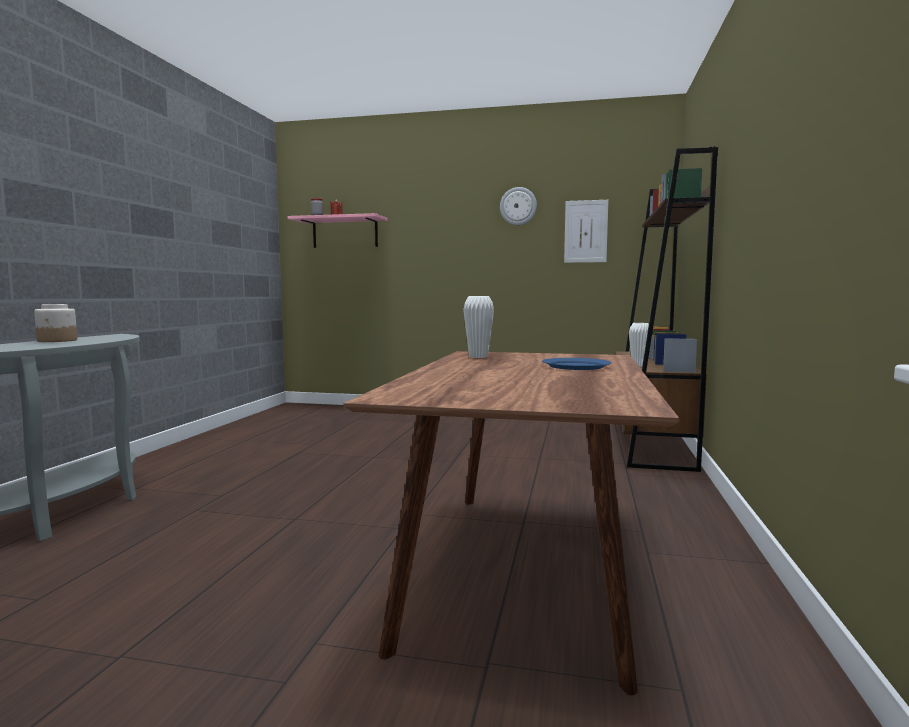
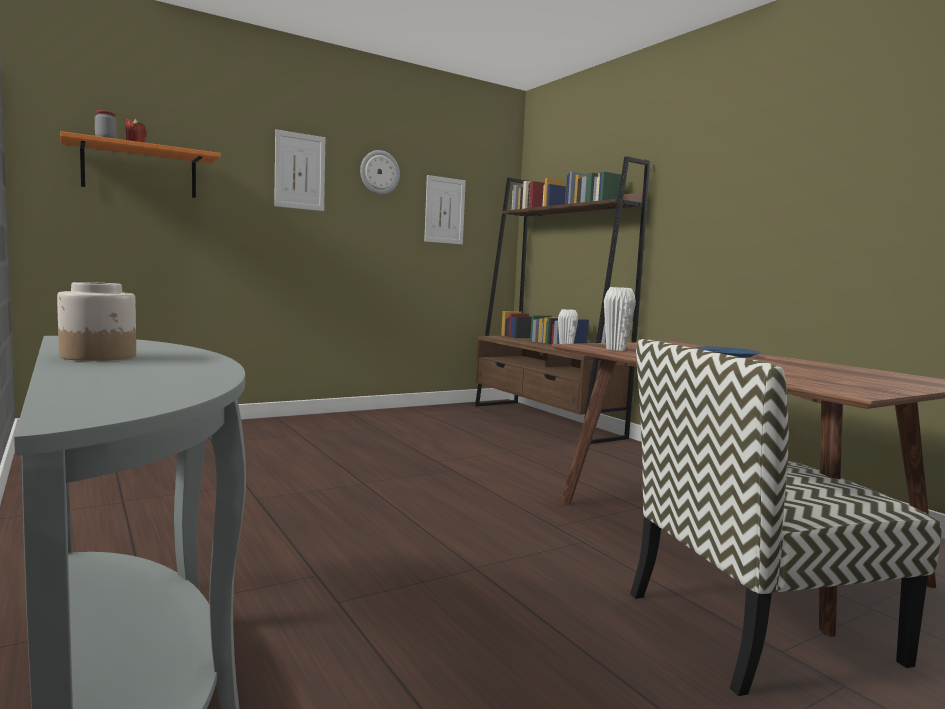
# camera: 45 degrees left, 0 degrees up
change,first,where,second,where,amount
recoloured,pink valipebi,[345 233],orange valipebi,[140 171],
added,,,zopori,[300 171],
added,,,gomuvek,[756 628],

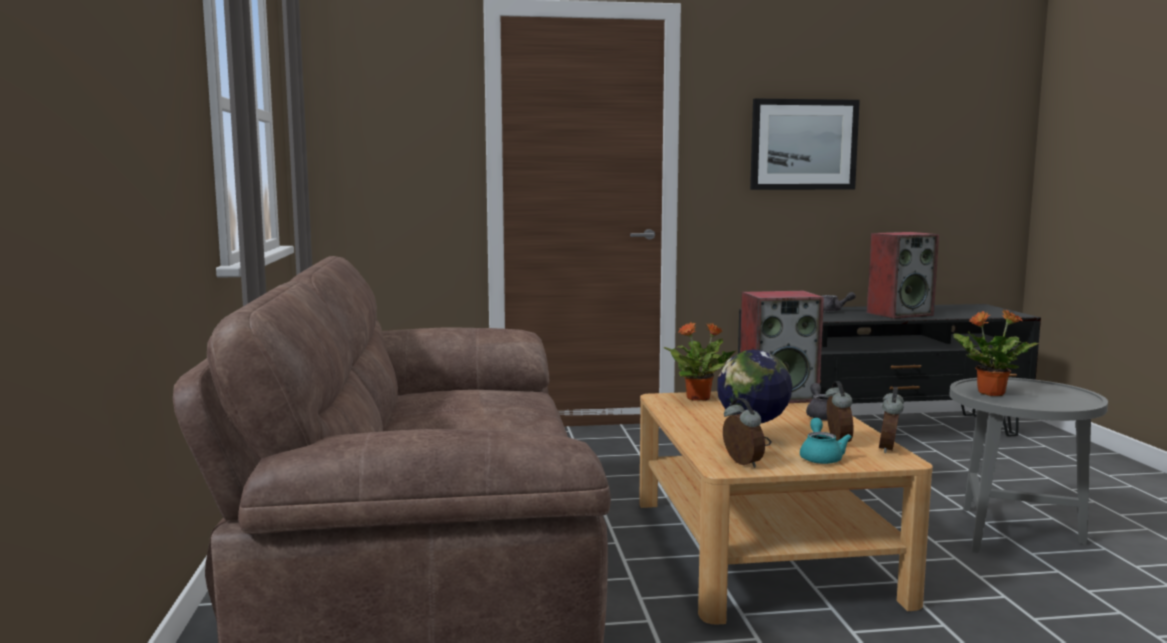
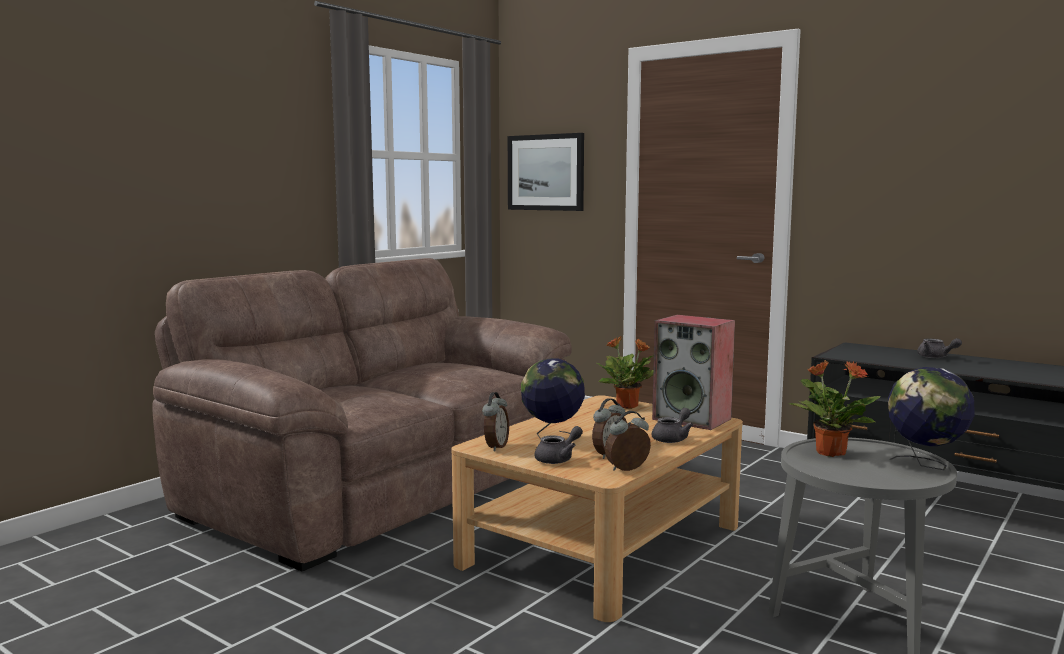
# camera: 45 degrees right, 0 degrees up
change,first,where,second,where,amount
moved,zopori,[803 144],,[546 172],
recoloured,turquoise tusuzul,[821 457],grey tusuzul,[558 459],
added,,,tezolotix,[925 465],
removed,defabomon,[900 314],,,

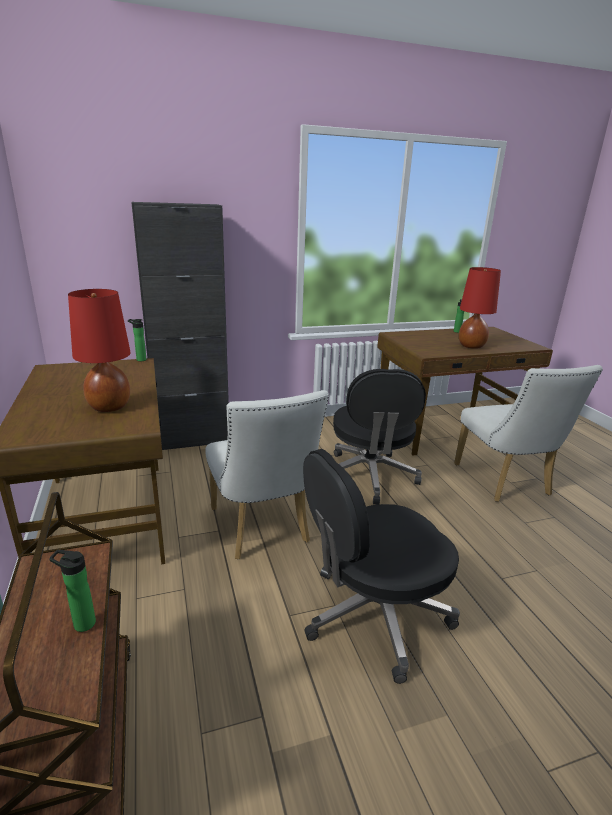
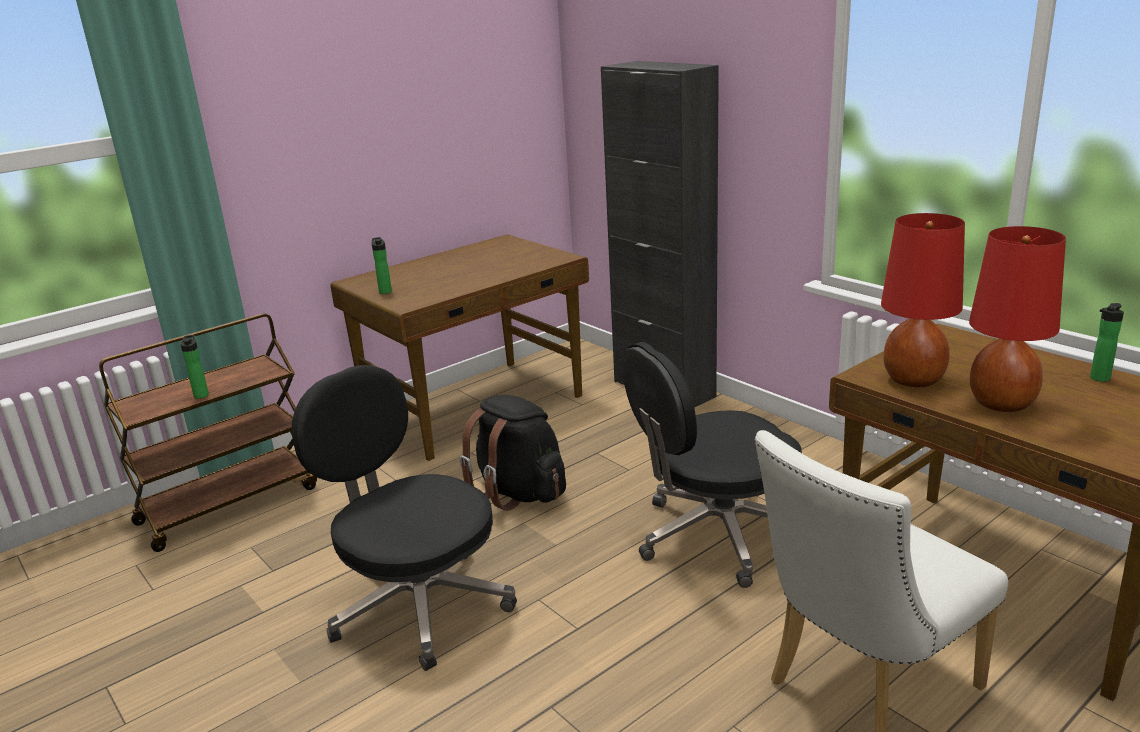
# camera: 70 degrees right, 0 degrees up
change,first,where,second,where,amount
moved,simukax,[139 360],,[385 291],
replaced,white gomuvek,[262 529],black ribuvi,[519 492],
moved,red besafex,[110 407],,[914 380],

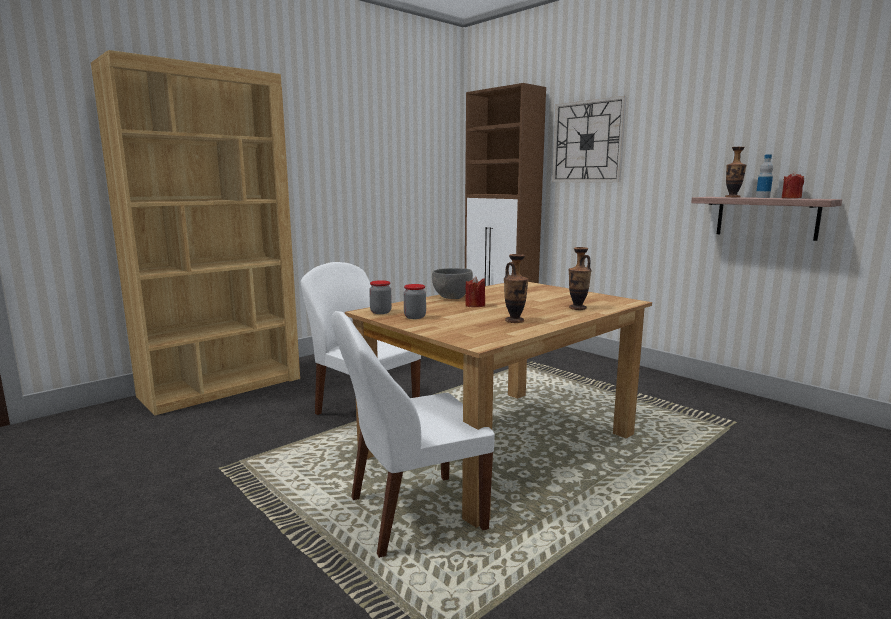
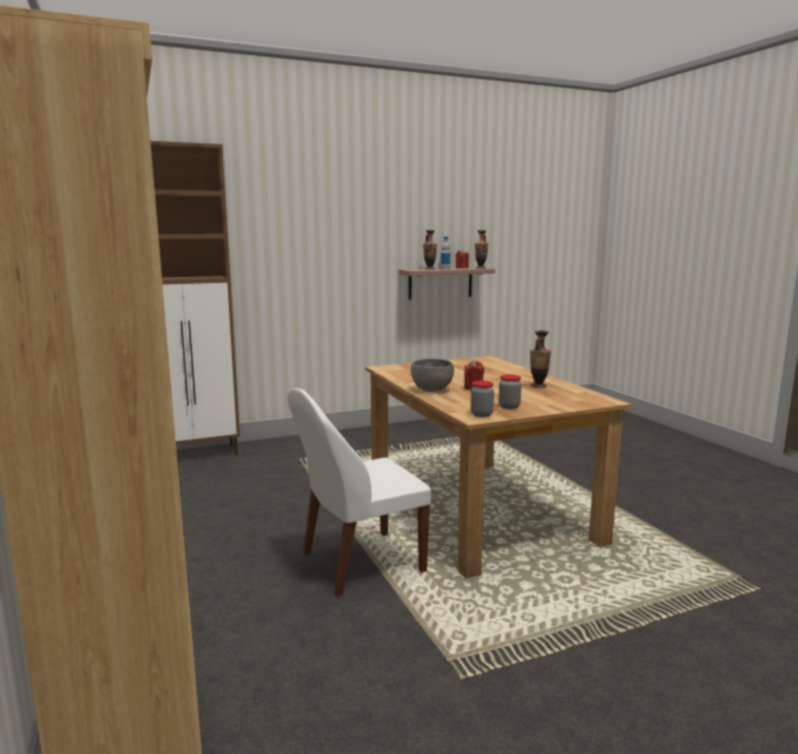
# camera: 70 degrees left, 0 degrees up
change,first,where,second,where,amount
moved,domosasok,[577 308],,[480 268],
removed,white gomuvek,[412 513],,,
removed,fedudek,[587 142],,,

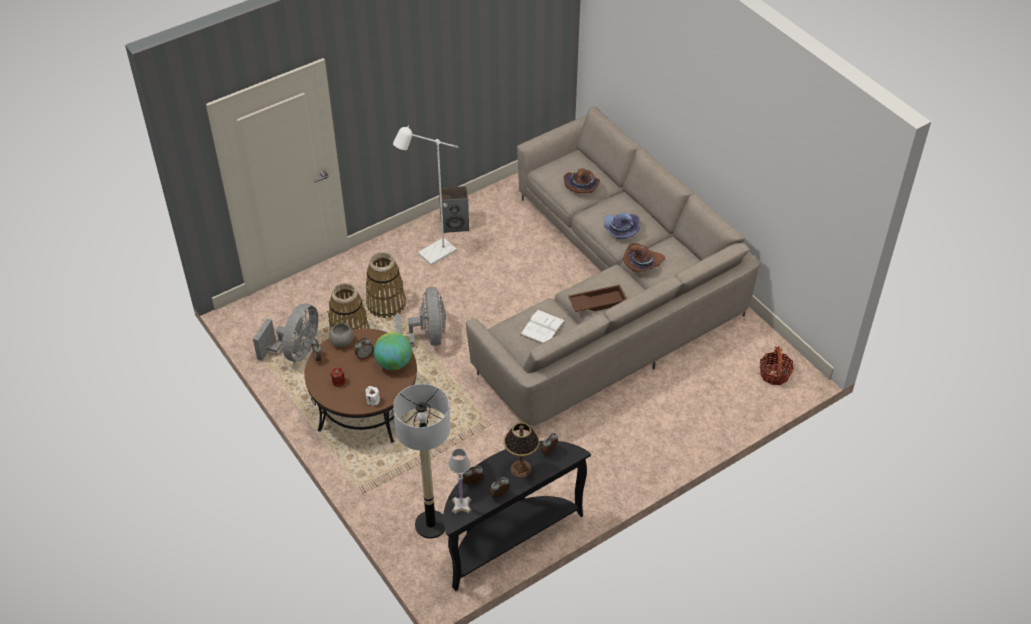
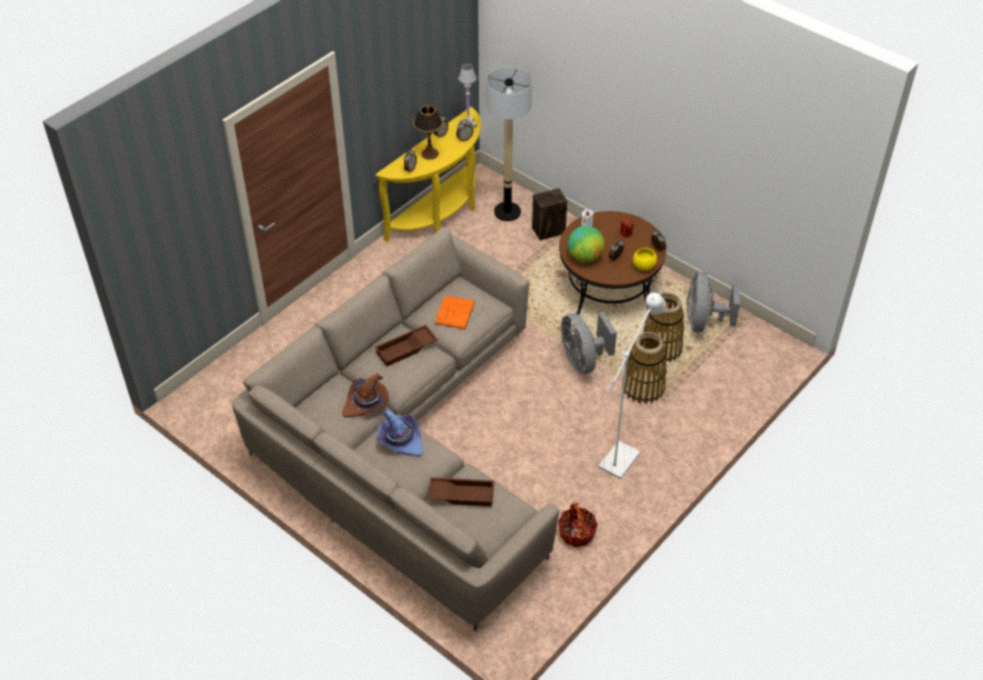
# camera: 165 degrees right, 0 degrees up
change,first,where,second,where,amount
recoloured,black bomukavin,[508 538],yellow bomukavin,[441 215],
replaced,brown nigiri,[582 186],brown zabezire,[462 494],
recoloured,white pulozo,[543 327],orange pulozo,[455 312],
moved,defabomon,[455 225],,[548 231],
moved,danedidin,[774 374],,[576 533],
recoloured,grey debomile,[341 341],yellow debomile,[644 266],

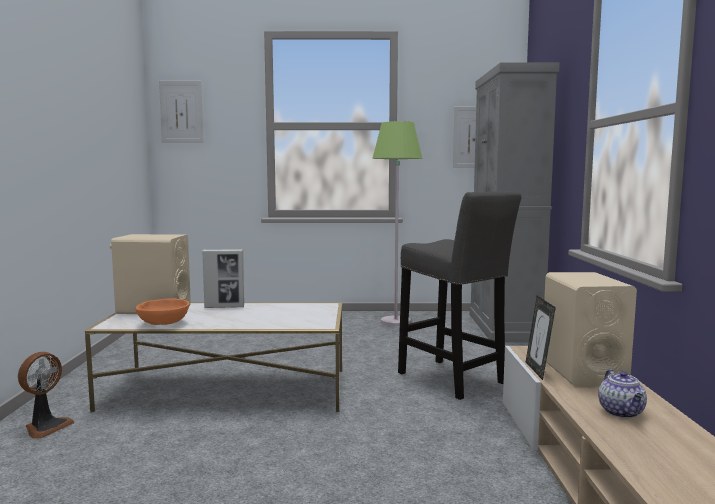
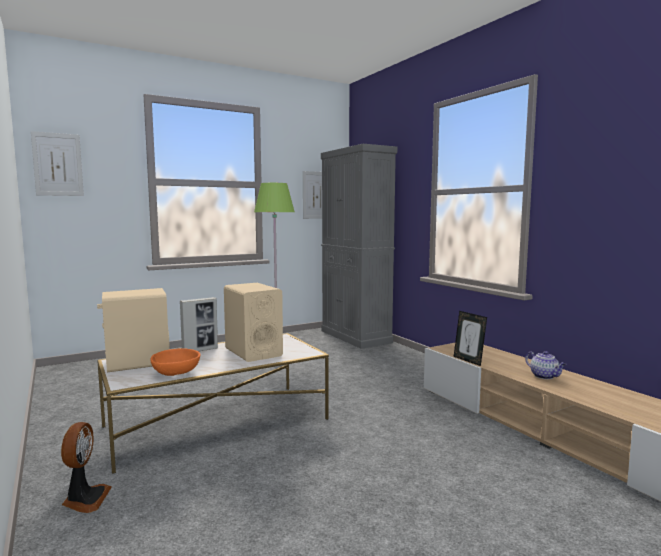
# camera: 30 degrees left, 0 degrees up
change,first,where,second,where,amount
moved,beige defabomon,[582 372],,[253 352],
removed,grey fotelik,[454 380],,,

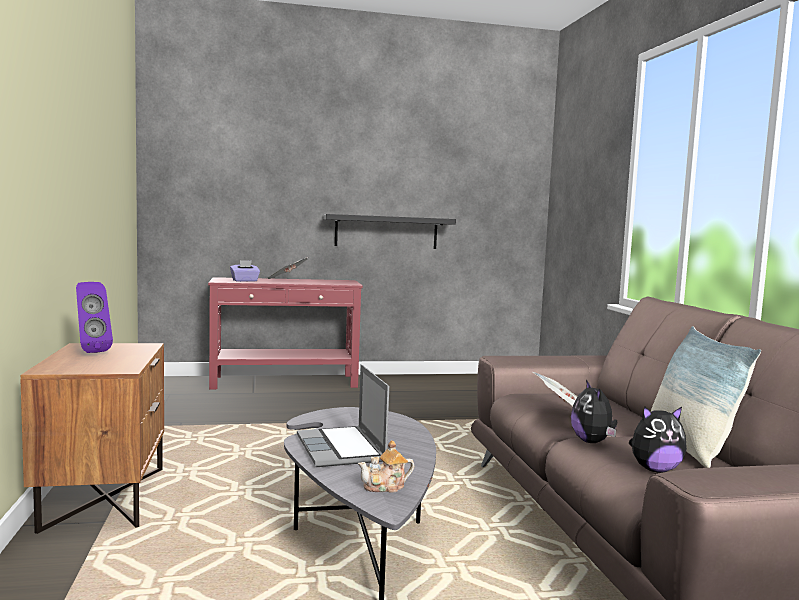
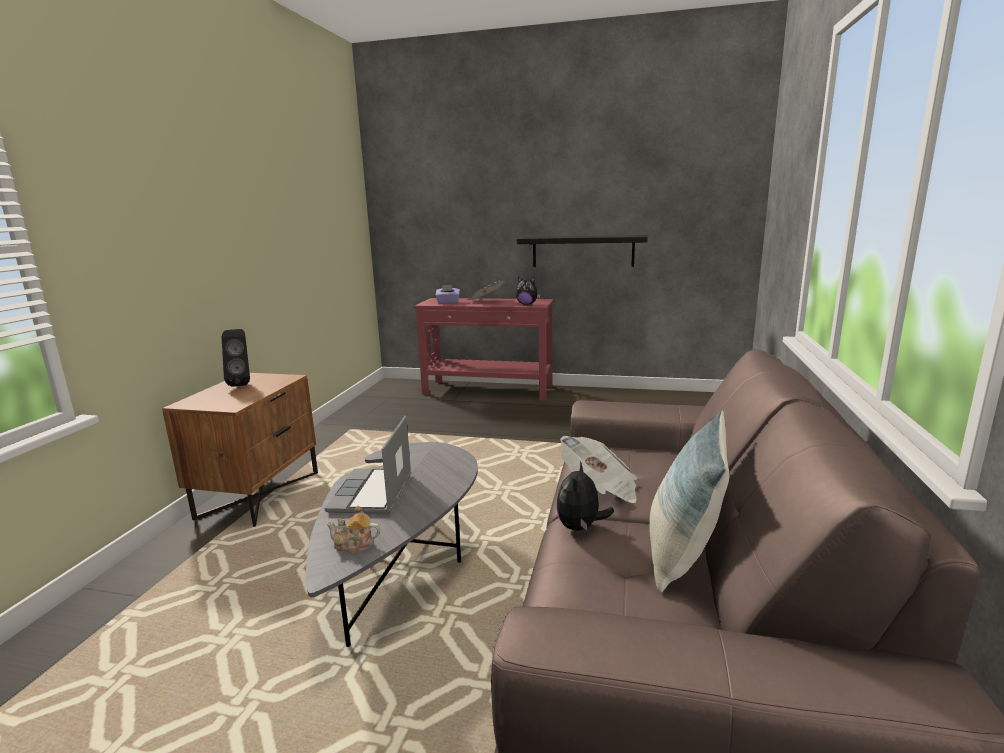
# camera: 25 degrees right, 10 degrees up
change,first,where,second,where,amount
recoloured,purple defabomon,[91 351],black defabomon,[242 383],
moved,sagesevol,[655 469],,[527 304],

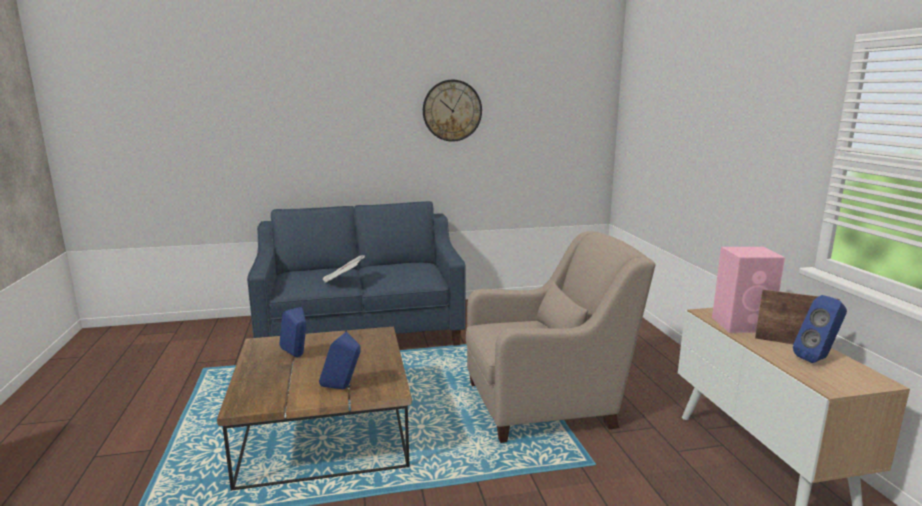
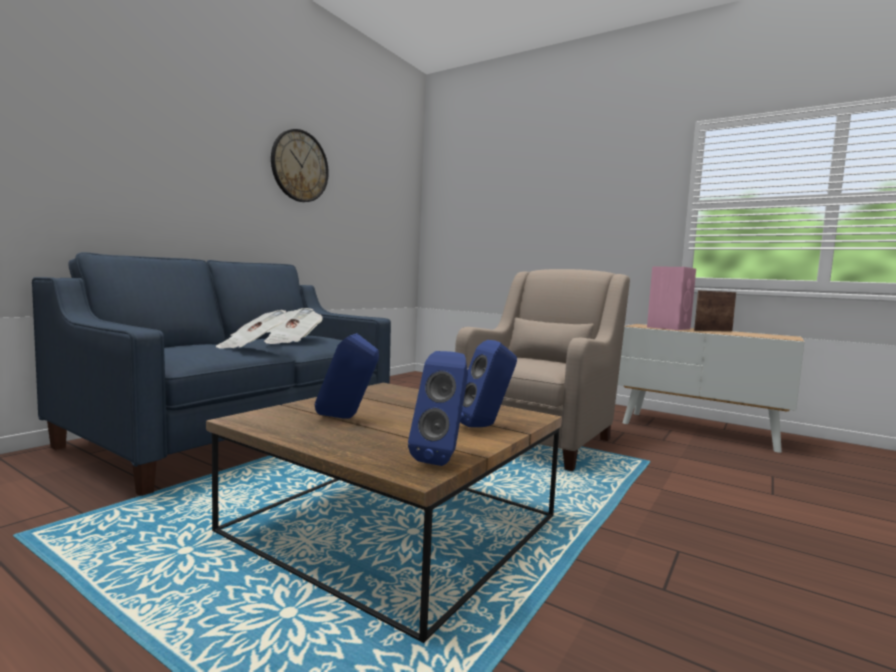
# camera: 45 degrees left, 10 degrees down
change,first,where,second,where,amount
added,,,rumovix,[291 341],
moved,blue defabomon,[817 359],,[442 458],

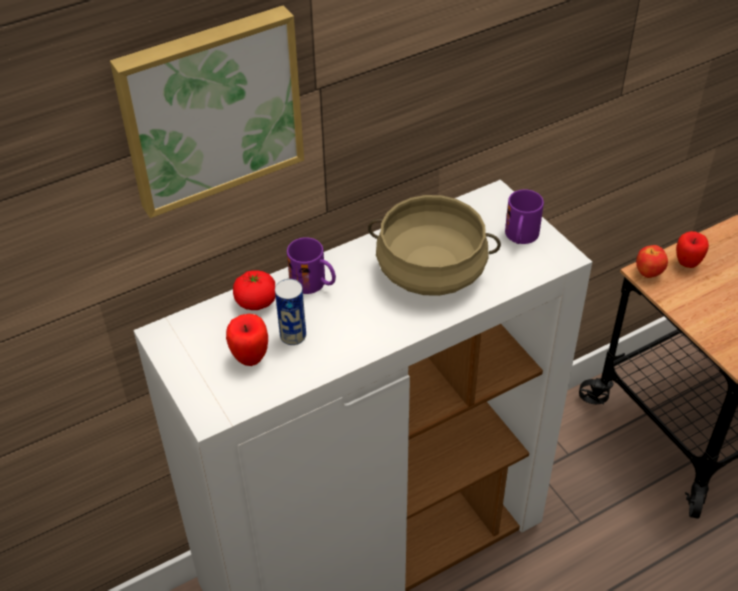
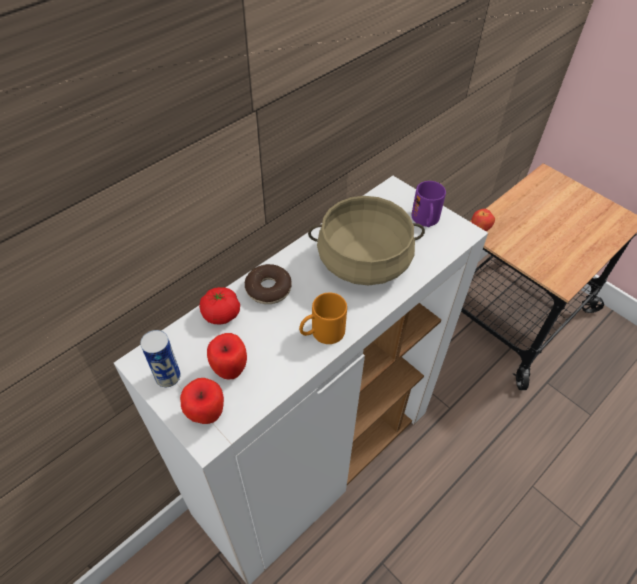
# camera: 15 degrees left, 5 degrees up
change,first,where,second,where,amount
moved,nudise,[293 336],,[168 377],
moved,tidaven,[687 264],,[207 415],
replaced,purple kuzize,[314 283],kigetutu,[268 289],
added,,,orange kuzize,[322 333],
removed,zopori,[210 108],,,

